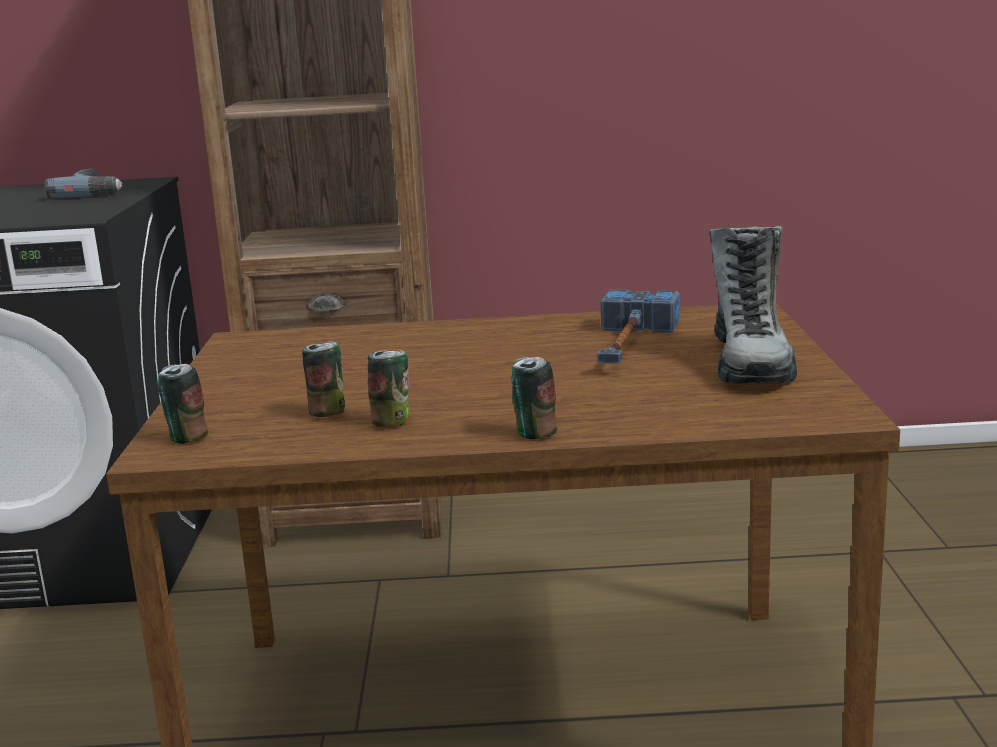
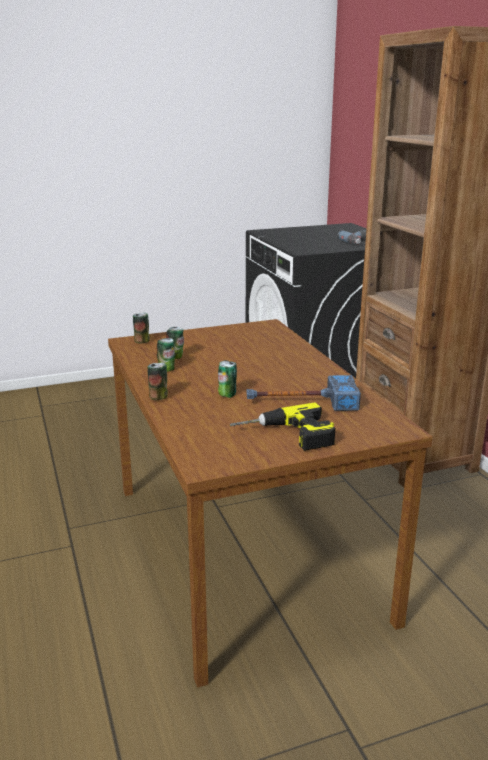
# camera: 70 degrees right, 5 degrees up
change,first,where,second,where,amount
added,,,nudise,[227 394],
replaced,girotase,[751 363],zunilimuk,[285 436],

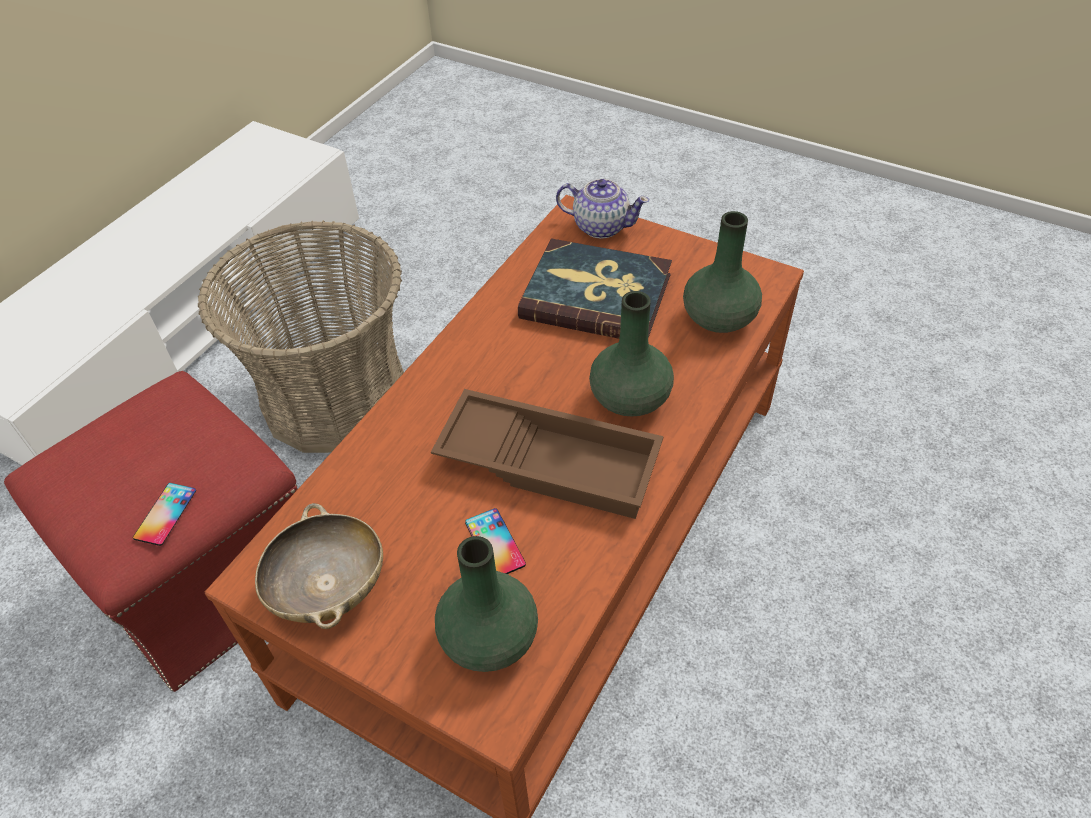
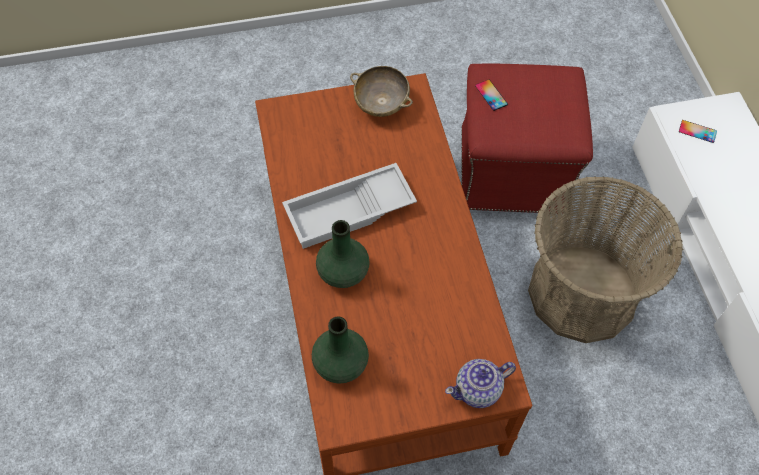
# camera: 135 degrees right, 10 degrees up
change,first,where,second,where,amount
recoloured,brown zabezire,[551 460],white zabezire,[349 212],
moved,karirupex,[495 543],,[697 131],
removed,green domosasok,[488 636],,,
removed,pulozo,[596 296],,,

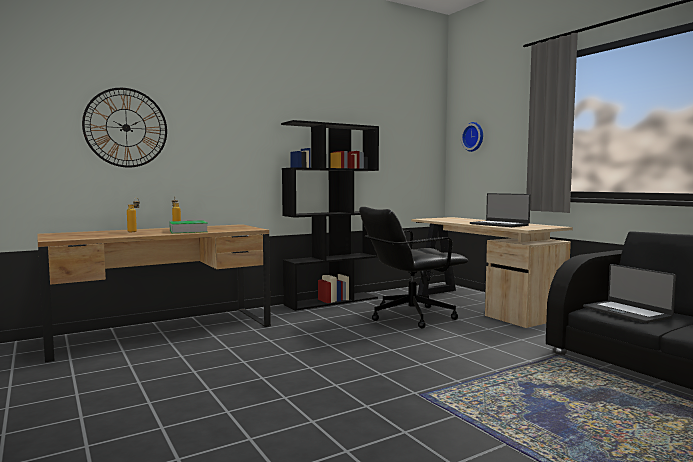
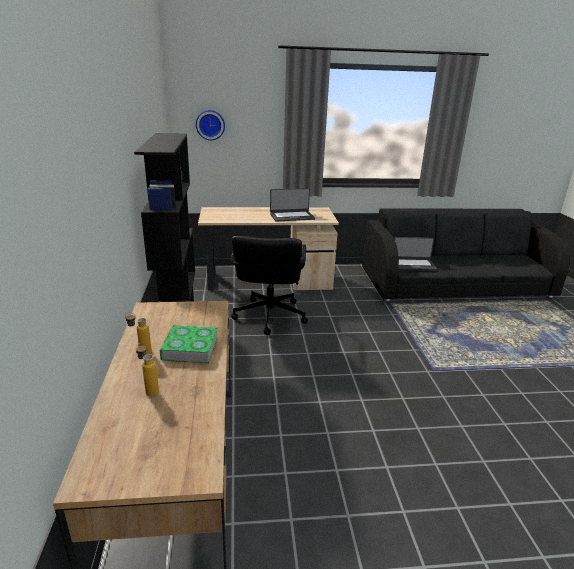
# camera: 65 degrees left, 20 degrees up
change,first,where,second,where,amount
removed,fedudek,[126 128],,,

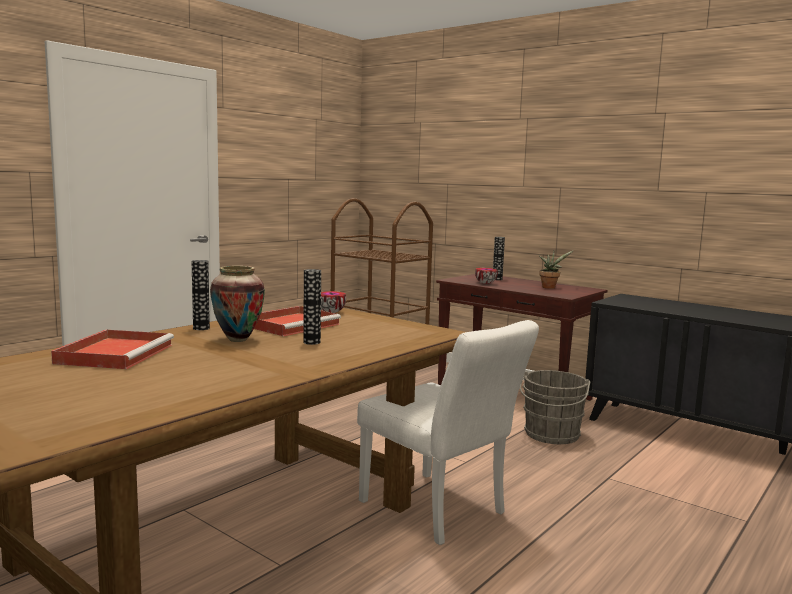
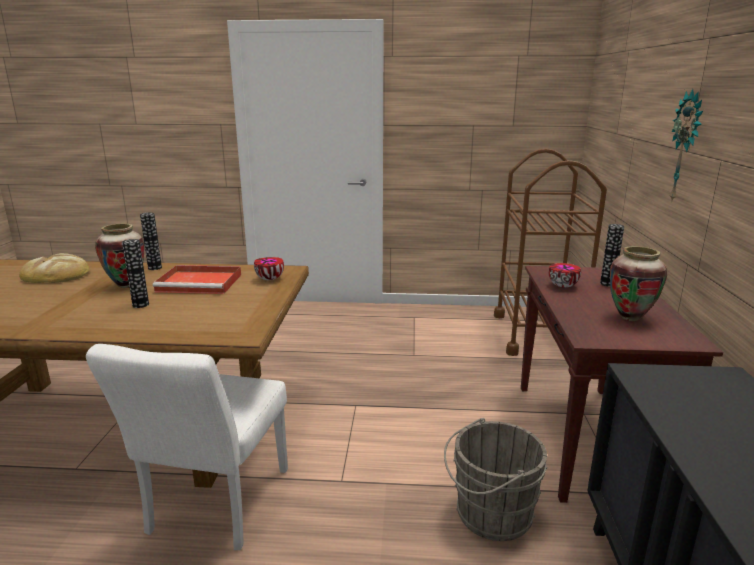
# camera: 55 degrees right, 10 degrees up
change,first,where,second,where,amount
replaced,red zabezire,[116 353],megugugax,[56 274],
replaced,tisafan,[550 287],domosasok,[630 318],
added,,,fedudek,[686 147],

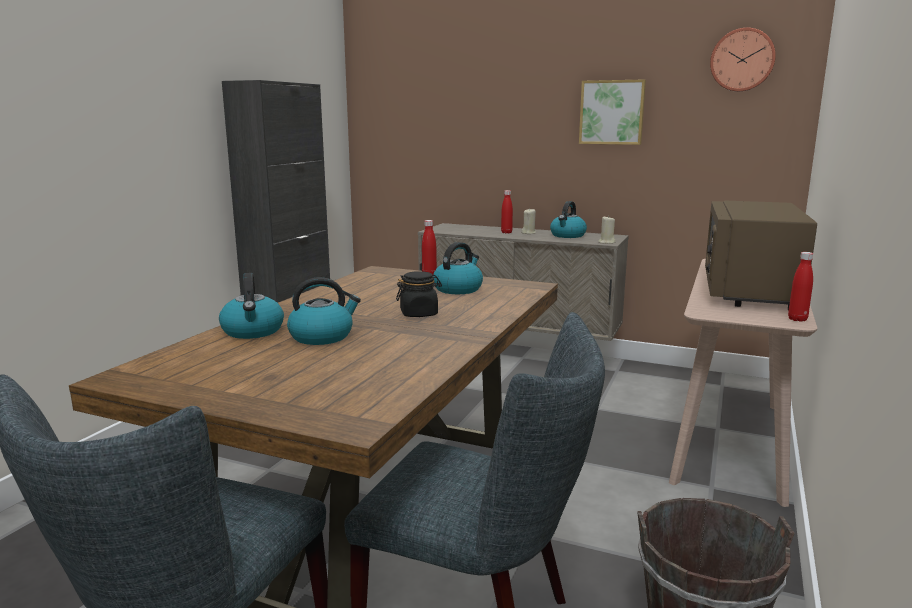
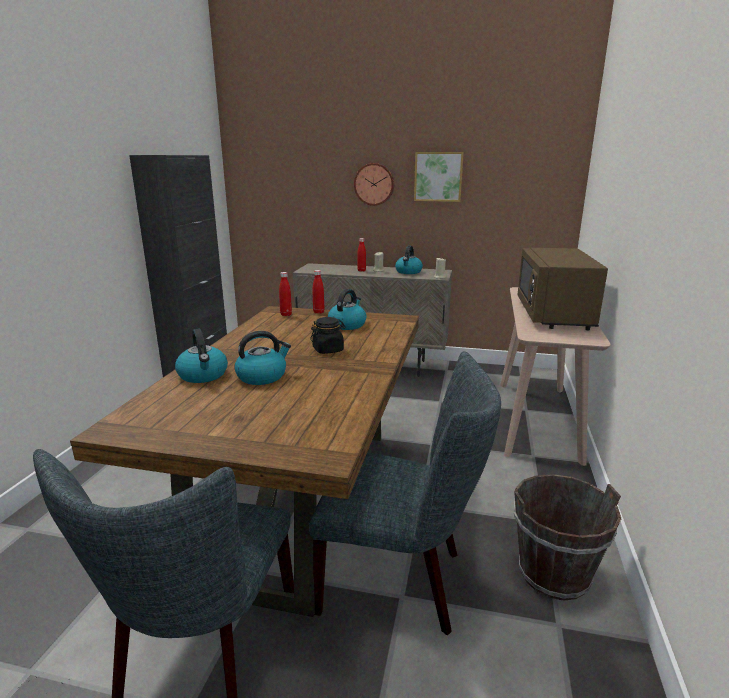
# camera: 10 degrees left, 5 degrees up
change,first,where,second,where,amount
moved,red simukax,[797 319],,[286 314],
moved,fedudek,[742 60],,[374 184],

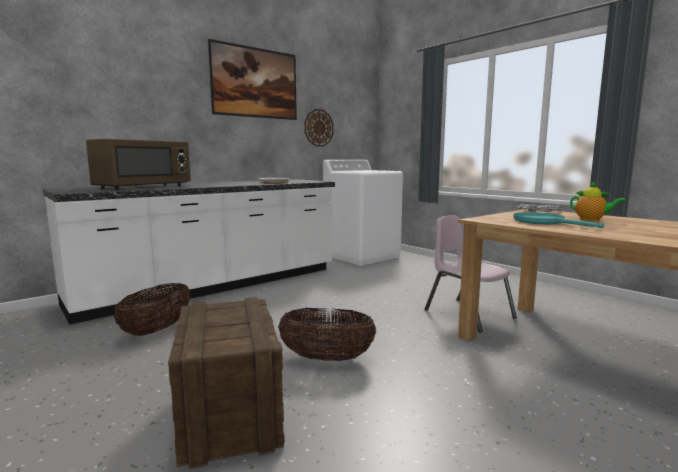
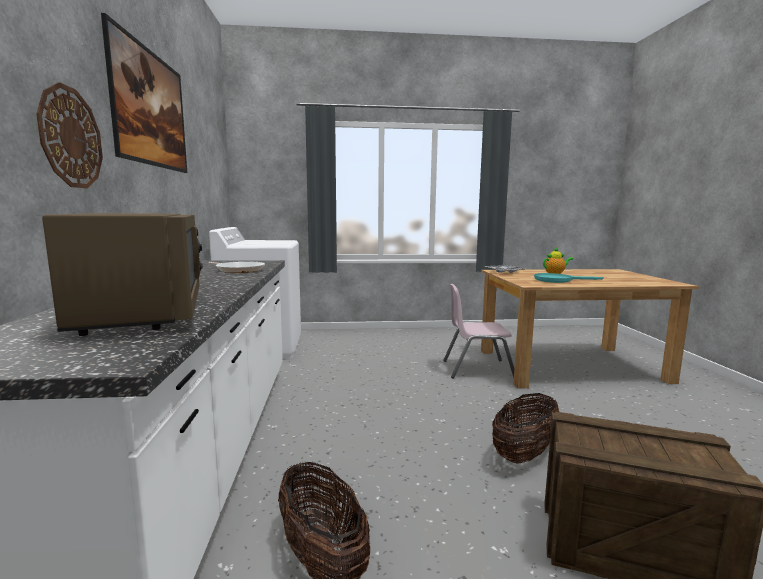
# camera: 55 degrees left, 0 degrees up
change,first,where,second,where,amount
moved,fedudek,[318 128],,[70 137],

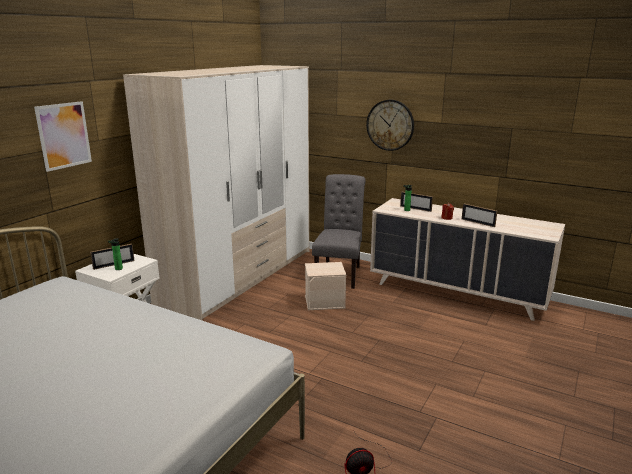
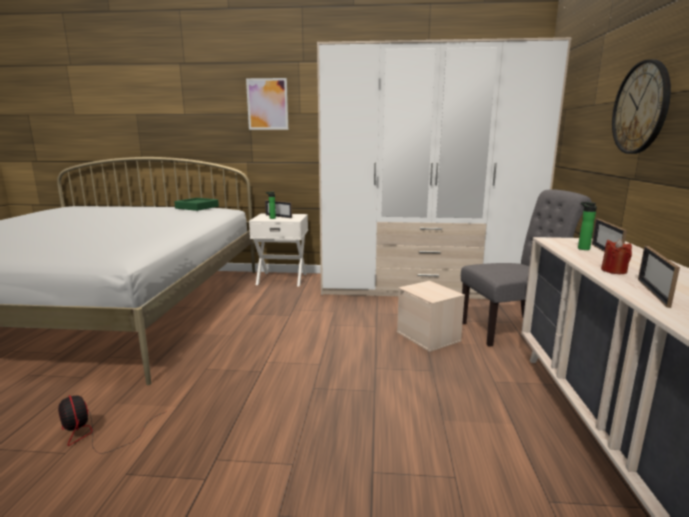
# camera: 65 degrees right, 5 degrees down
change,first,where,second,where,amount
added,,,green zabezire,[197 207],

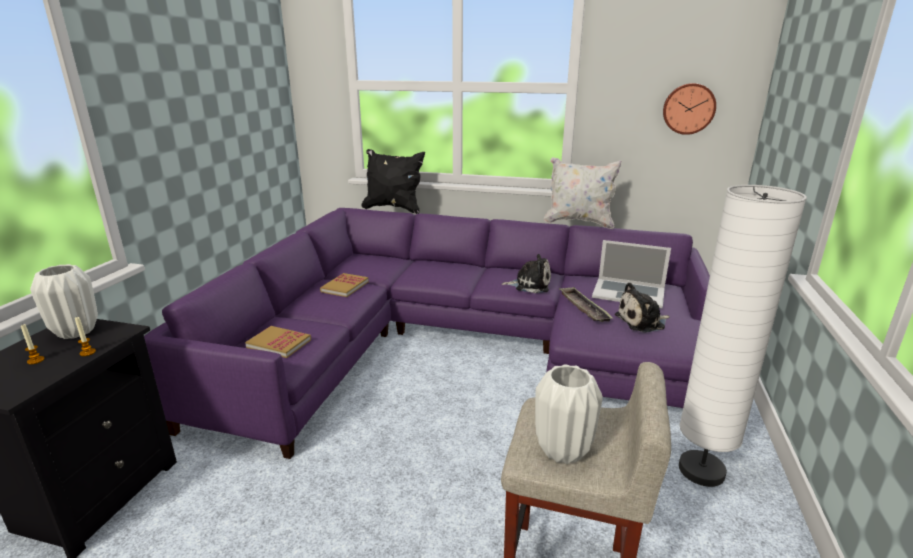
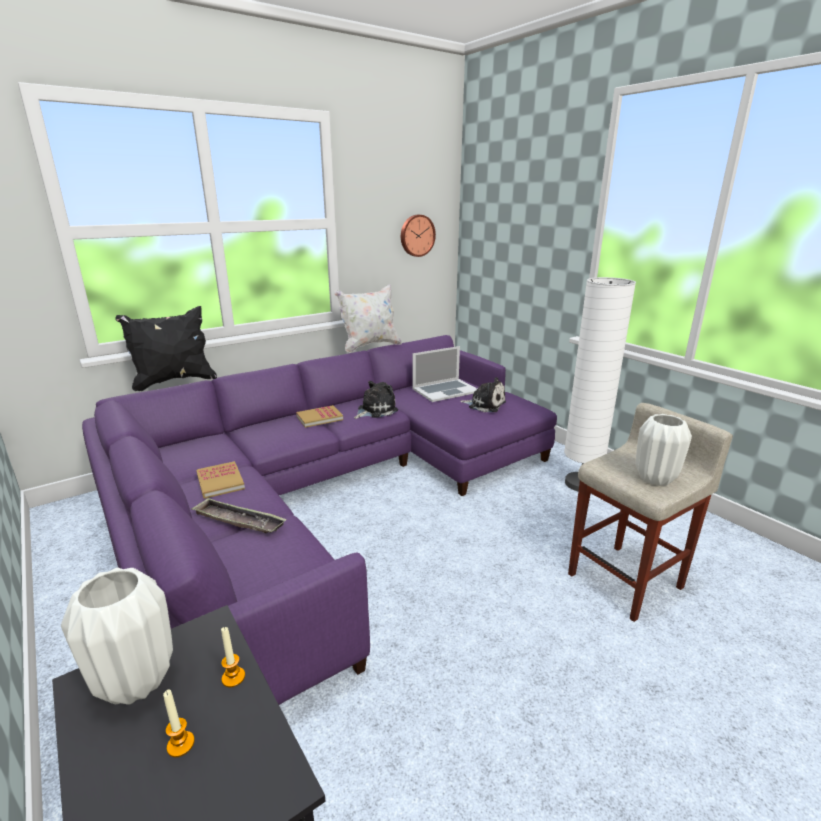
# camera: 50 degrees left, 0 degrees up
change,first,where,second,where,amount
moved,zabezire,[584 308],,[239 521],
moved,pulozo,[279 343],,[319 418],
turned,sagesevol,[642 322],,[484 405],90 degrees counterclockwise

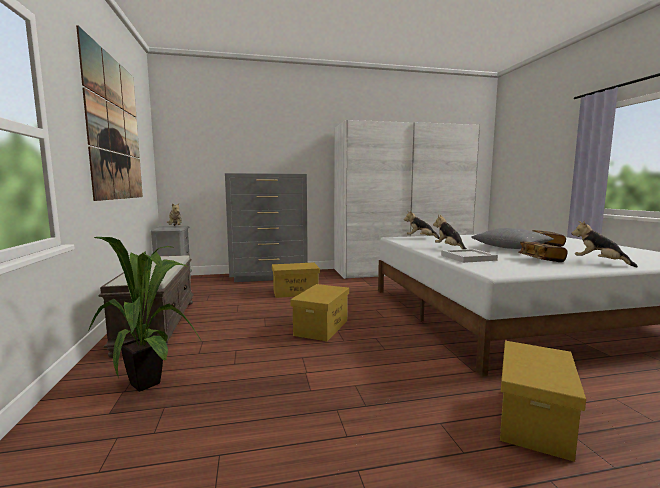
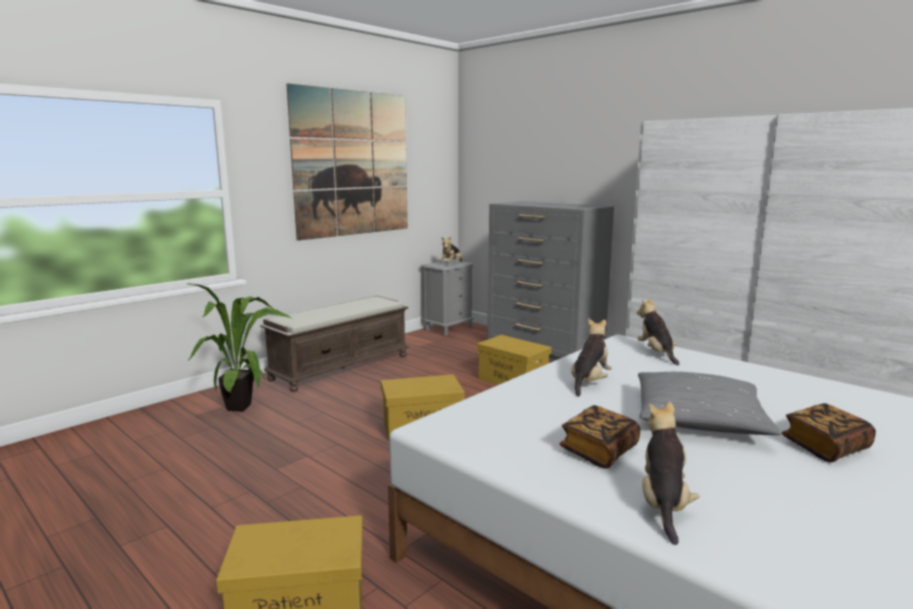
# camera: 55 degrees right, 5 degrees up
change,first,where,second,where,amount
removed,white zabezire,[468 257],,,

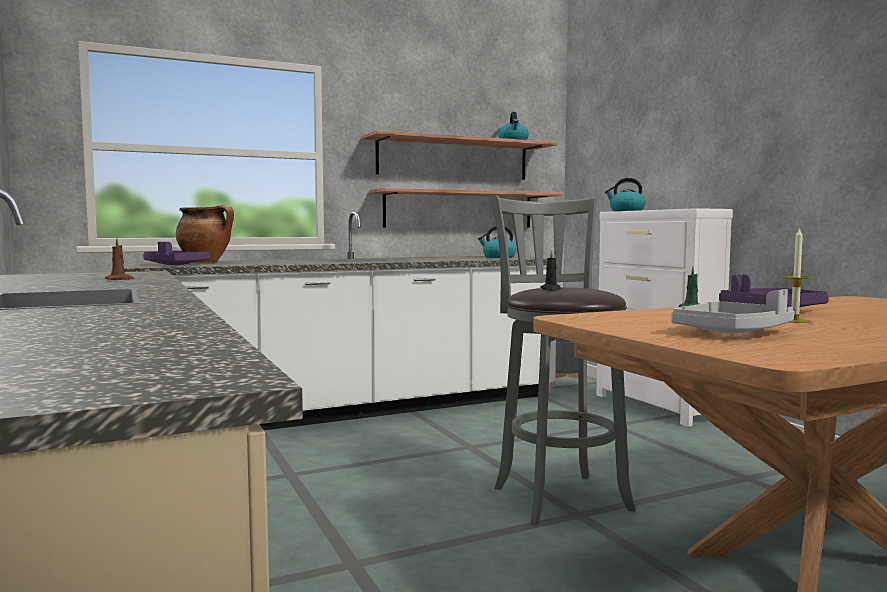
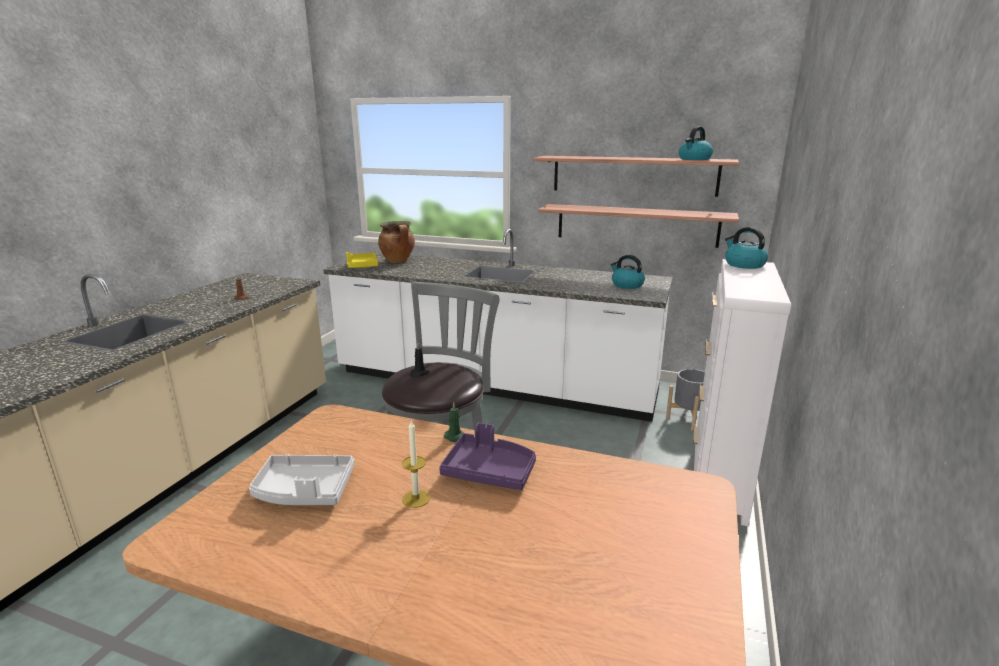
# camera: 45 degrees right, 15 degrees up
change,first,where,second,where,amount
recoloured,purple zabezire,[174 265],yellow zabezire,[362 266],

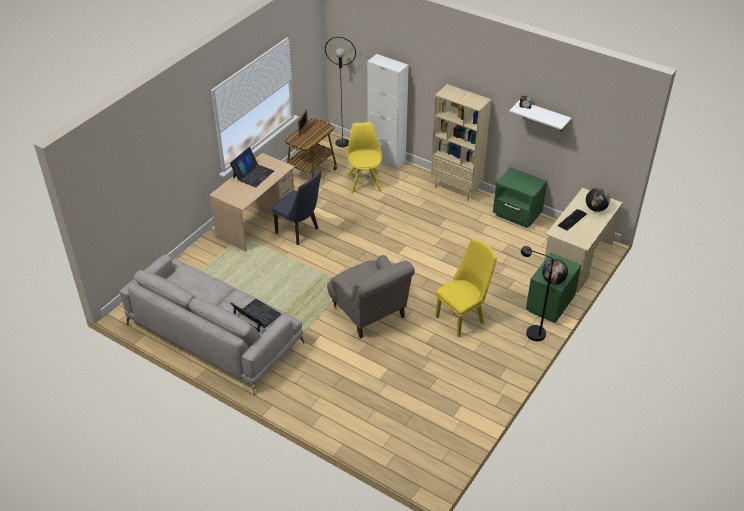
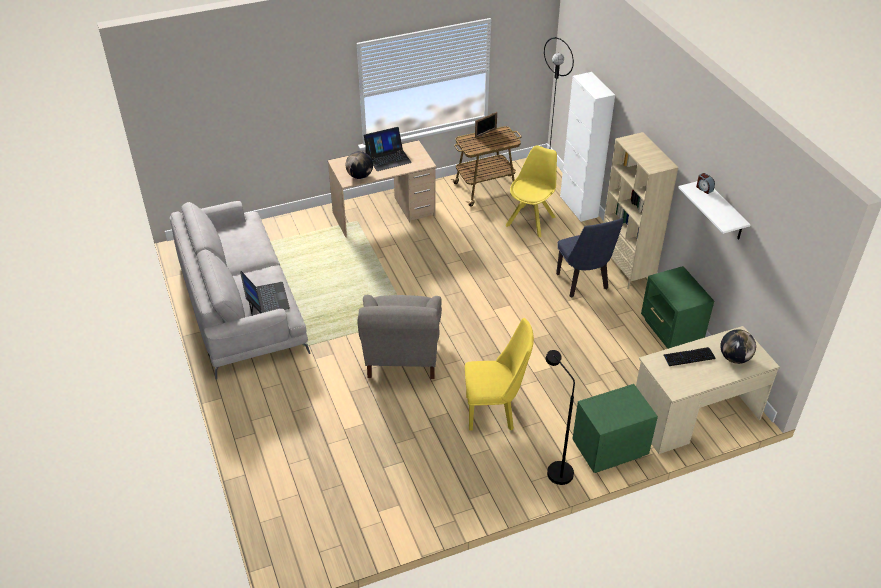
# camera: 35 degrees right, 0 degrees up
change,first,where,second,where,amount
moved,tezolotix,[553 280],,[360 176],
moved,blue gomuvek,[300 232],,[583 284],

